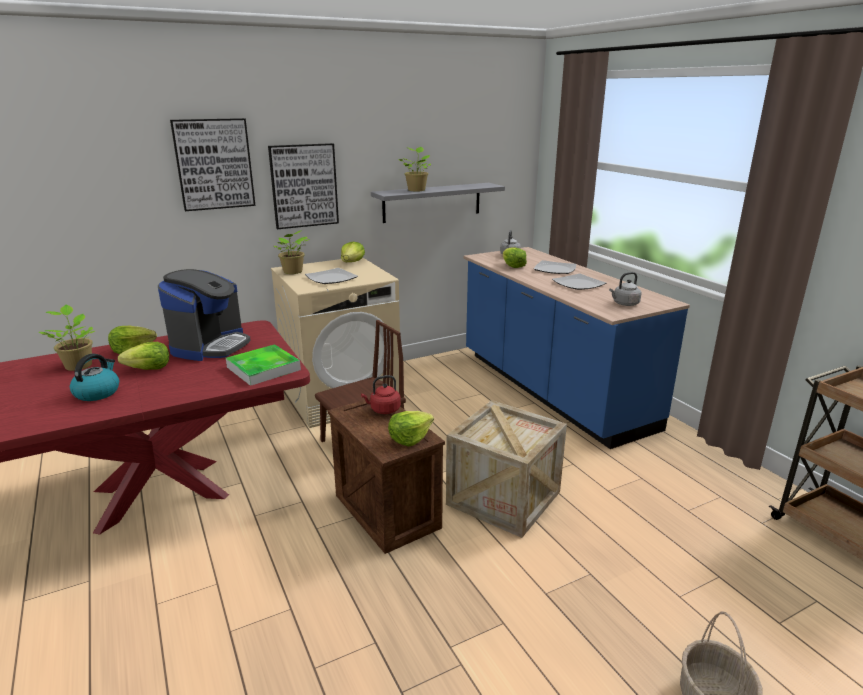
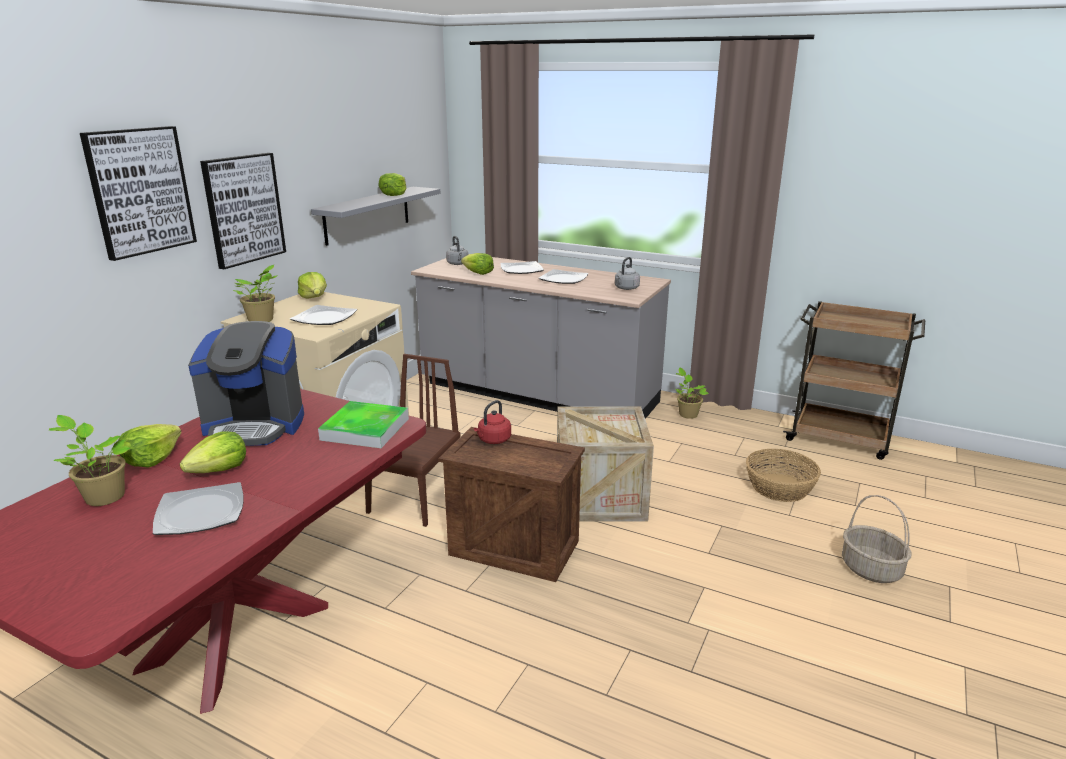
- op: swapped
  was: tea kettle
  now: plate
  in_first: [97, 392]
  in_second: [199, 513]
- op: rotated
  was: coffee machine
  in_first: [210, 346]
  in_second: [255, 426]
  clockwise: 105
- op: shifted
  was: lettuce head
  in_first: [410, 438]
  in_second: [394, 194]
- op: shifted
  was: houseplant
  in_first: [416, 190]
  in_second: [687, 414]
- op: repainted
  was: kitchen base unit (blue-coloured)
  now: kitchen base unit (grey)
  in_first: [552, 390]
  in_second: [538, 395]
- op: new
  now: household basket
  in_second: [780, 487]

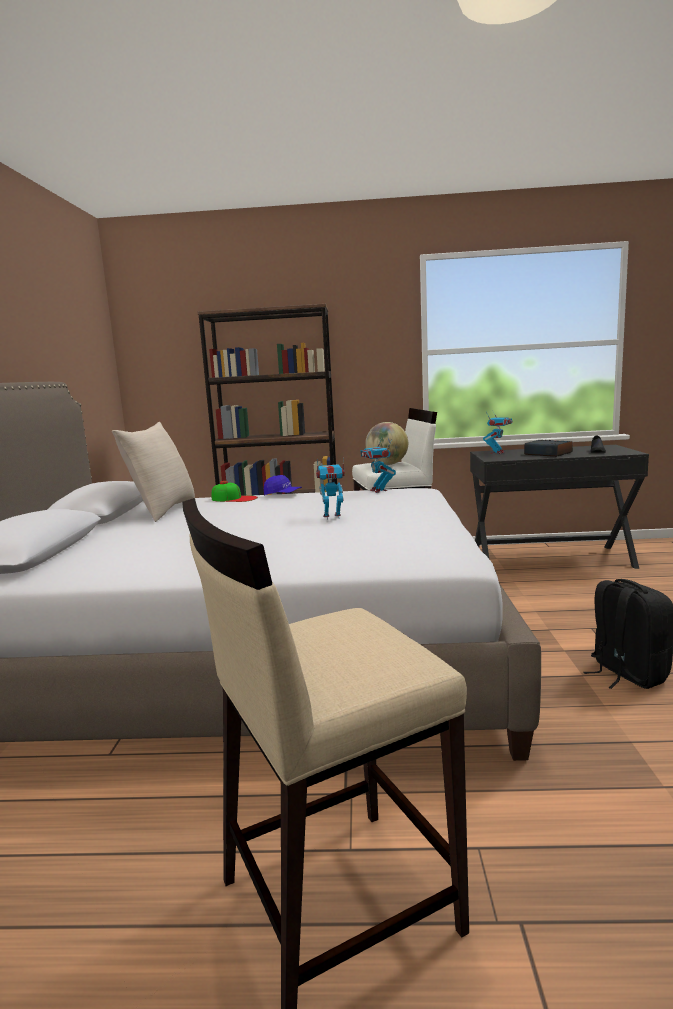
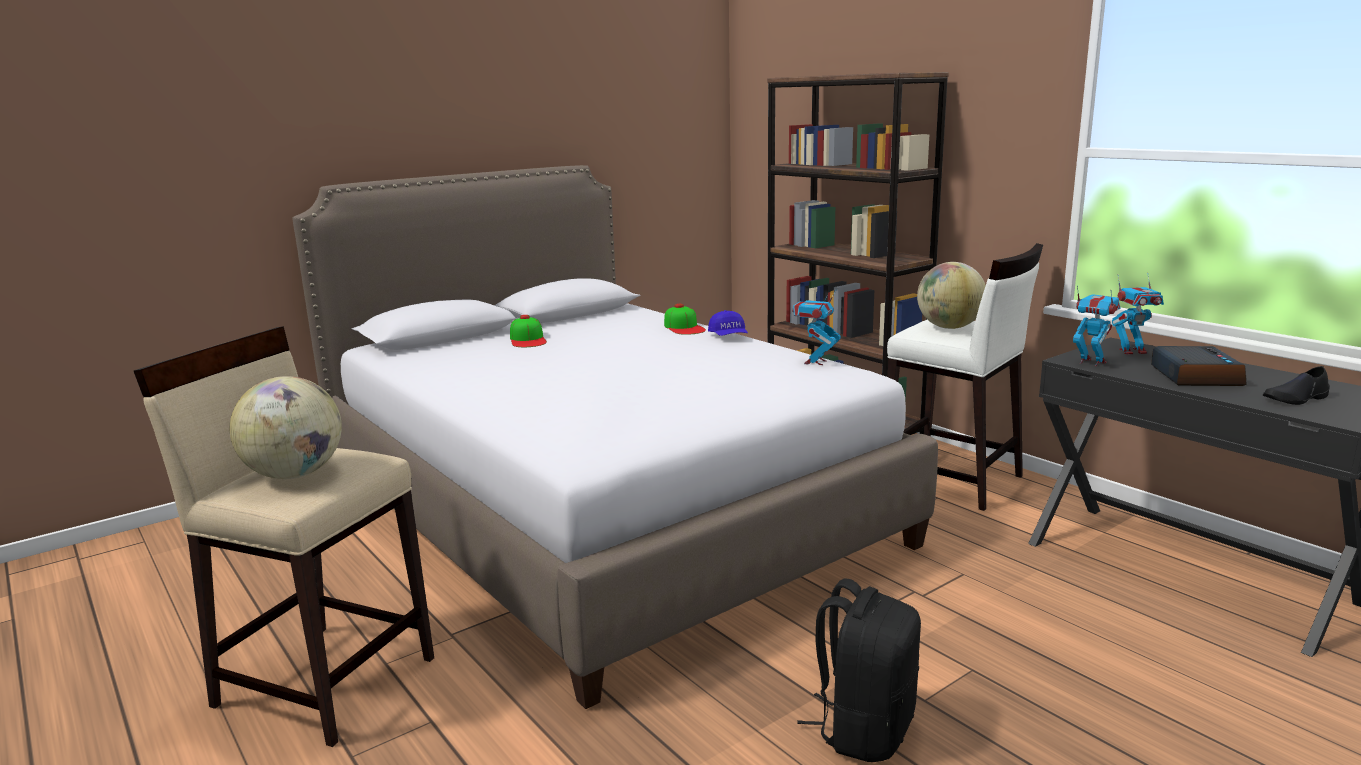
- op: gone
  was: pillow (beige)
  in_first: [162, 510]
- op: shifted
  was: robot figure
  in_first: [332, 517]
  in_second: [1091, 362]
- op: new
  now: world globe
  in_second: [295, 474]
- op: new
  now: baseball cap
  in_second: [528, 339]

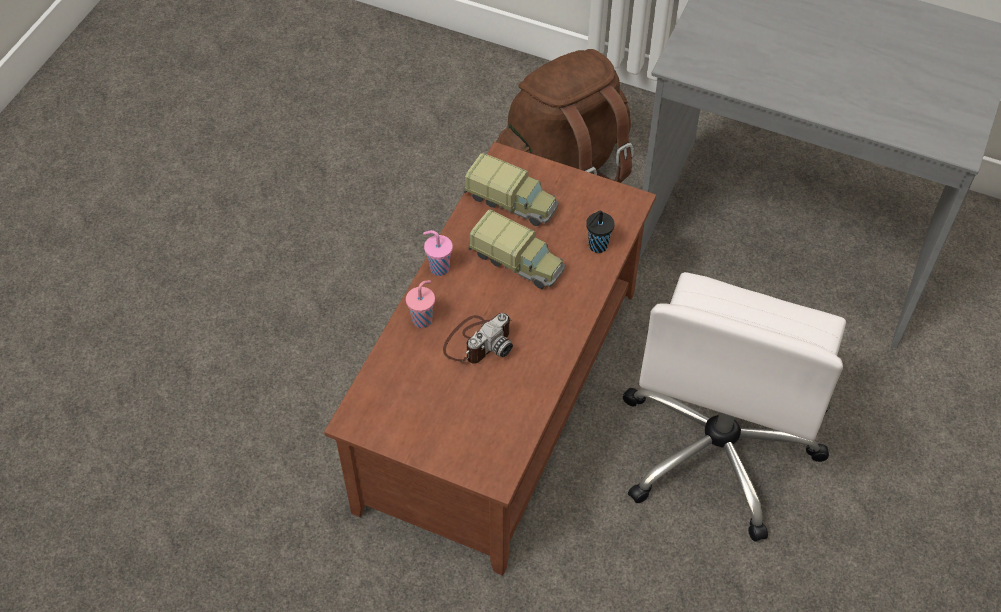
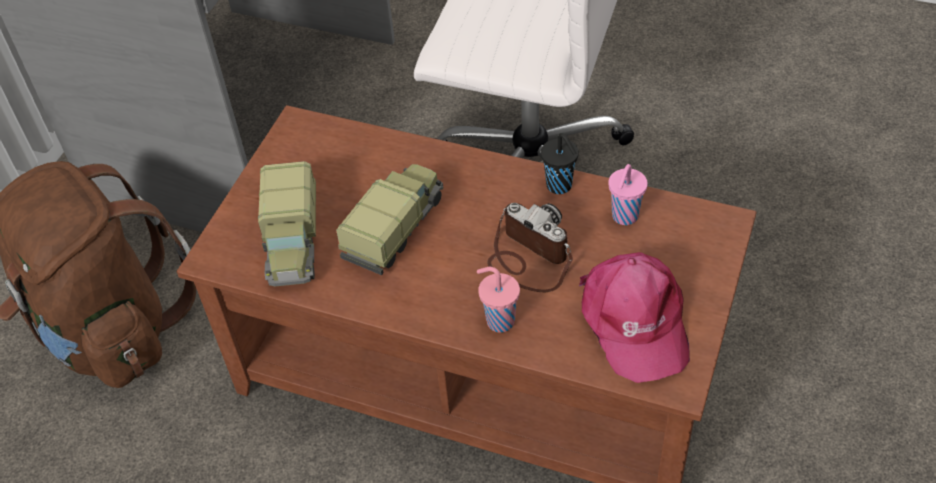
- op: shifted
  was: cup (pink-coloured)
  in_first: [438, 268]
  in_second: [624, 217]
- op: rotated
  was: toy lorry
  in_first: [512, 202]
  in_second: [292, 241]
  clockwise: 150
- op: shifted
  was: cup (black)
  in_first: [597, 246]
  in_second: [560, 186]
- op: new
  now: baseball cap (pink-coloured)
  in_second: [634, 321]

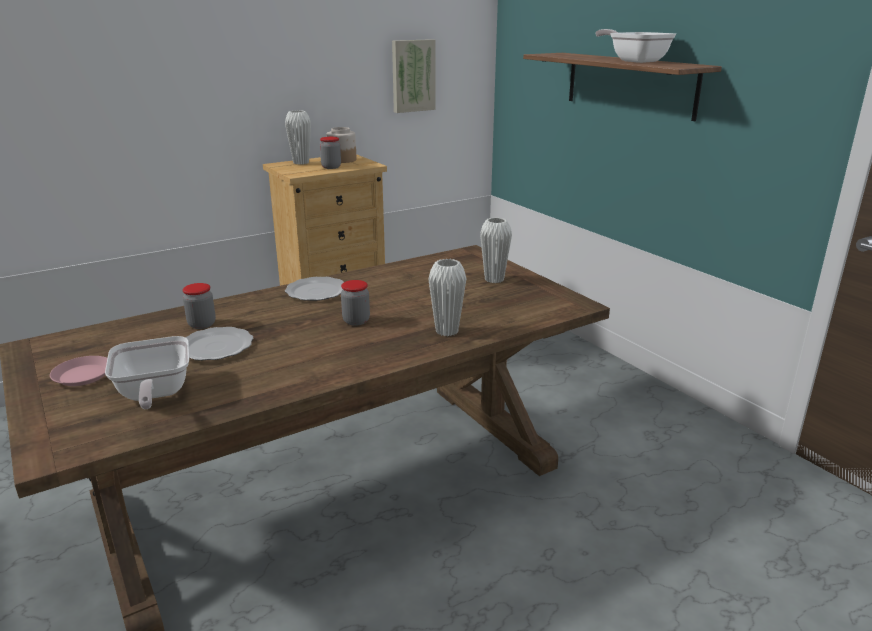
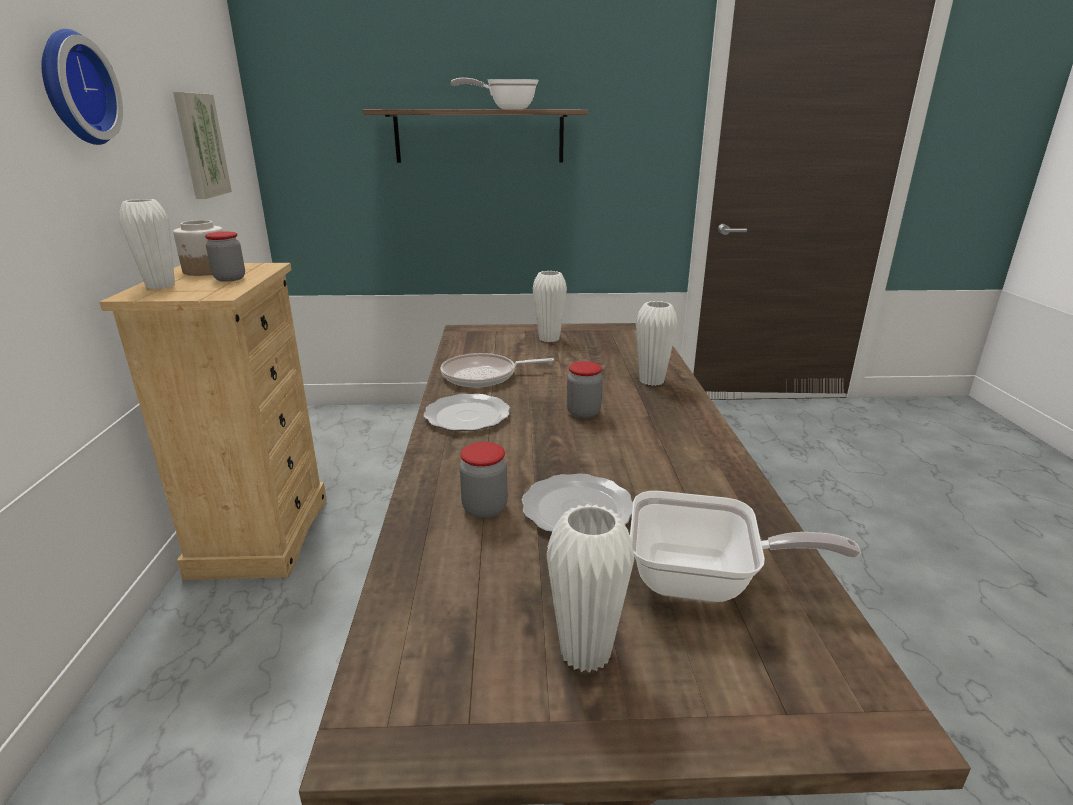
- op: swapped
  was: plate (pink-coloured)
  now: vase (whitish)
  in_first: [82, 375]
  in_second: [585, 653]
- op: new
  now: wall clock
  in_second: [73, 88]
- op: new
  now: frying pan
  in_second: [484, 376]

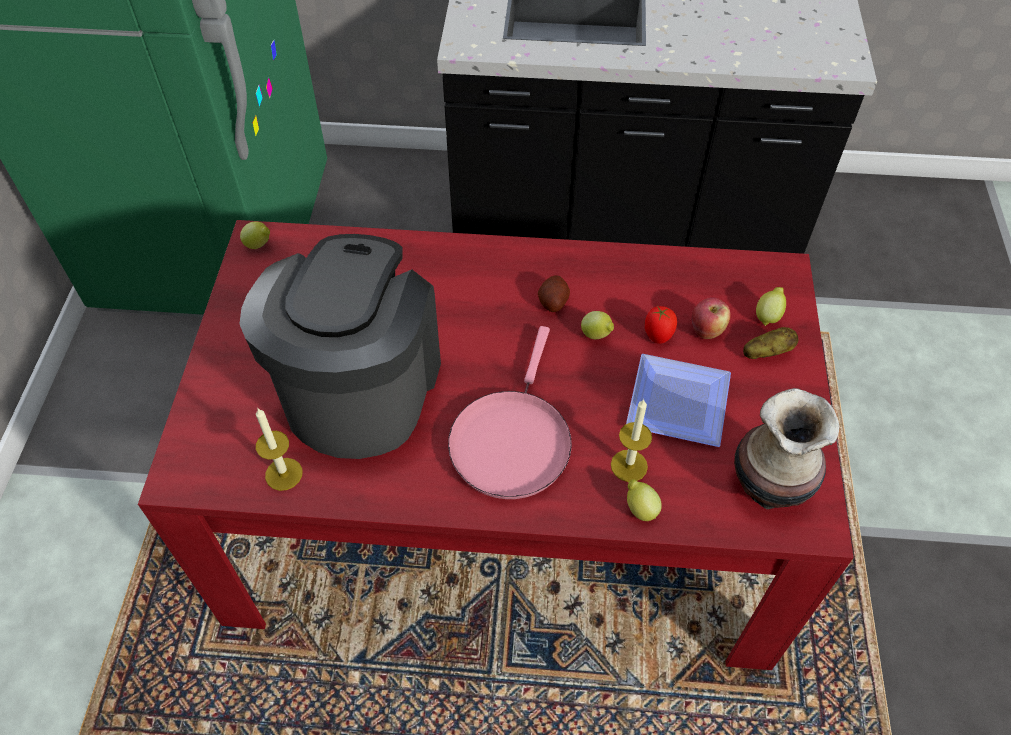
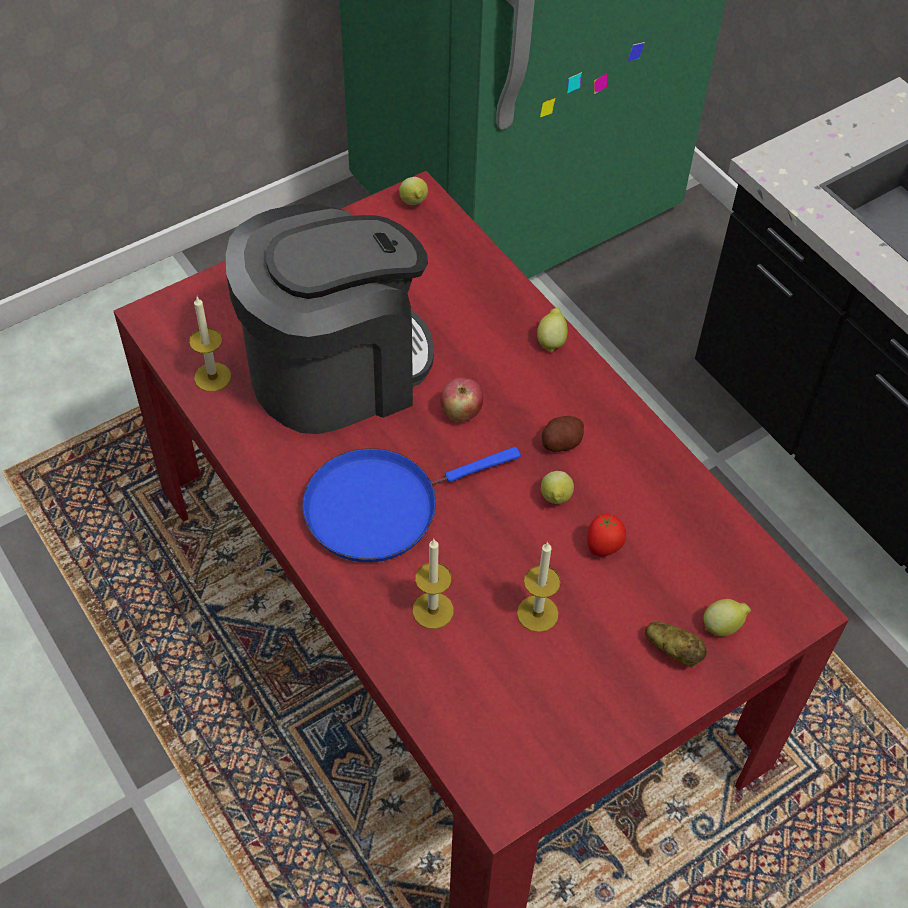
- op: repainted
  was: frying pan (pink-coloured)
  now: frying pan (blue-coloured)
  in_first: [511, 440]
  in_second: [380, 506]
- op: swapped
  was: plate
  now: wax light
  in_first: [681, 406]
  in_second: [537, 613]
- op: shifted
  was: citrus fruit
  in_first: [640, 508]
  in_second: [551, 341]
- op: shifted
  was: whole apple
  in_first: [706, 330]
  in_second: [461, 413]
- op: gone
  was: vase
  in_first: [770, 486]

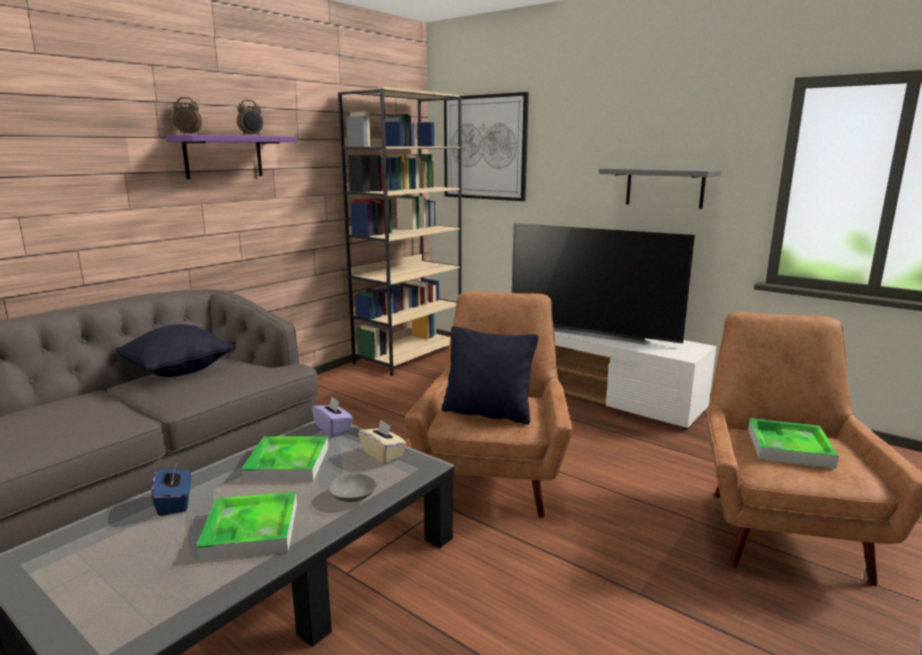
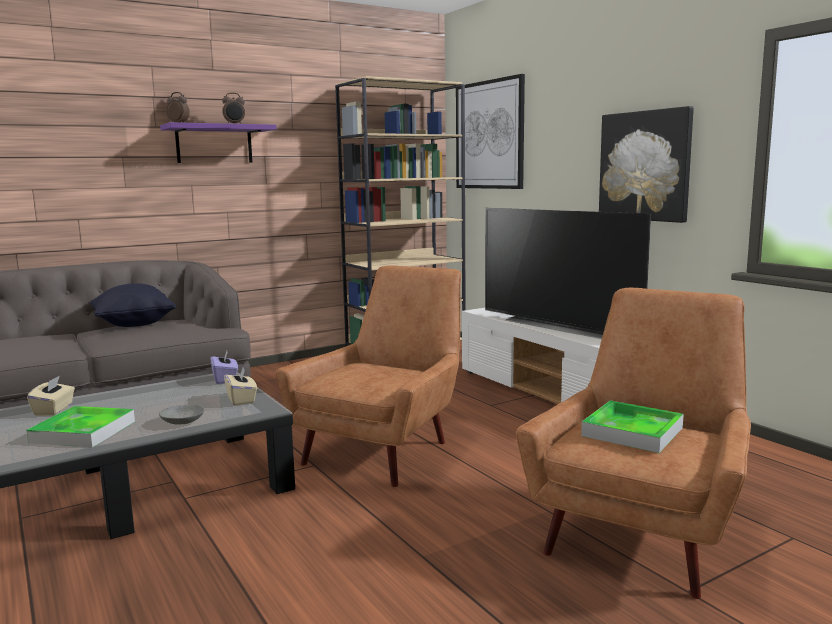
- op: repainted
  was: tissue box (blue-coloured)
  now: tissue box (beige)
  in_first: [175, 503]
  in_second: [54, 410]
- op: gone
  was: tray
  in_first: [287, 463]
- op: gone
  was: pillow (black)
  in_first: [488, 413]
- op: swapped
  was: bracket shelf (grey)
  now: wall art
  in_first: [664, 187]
  in_second: [645, 166]

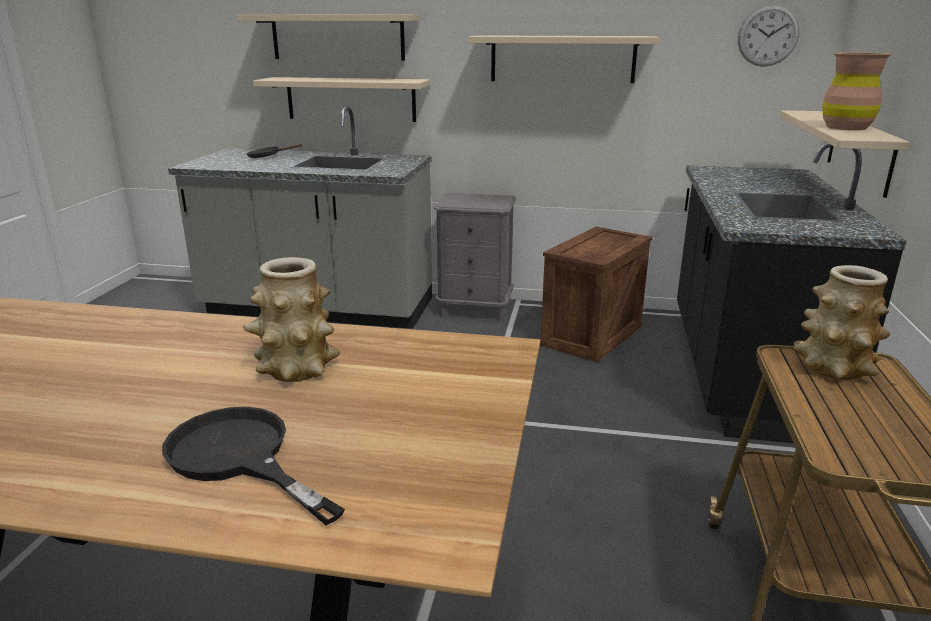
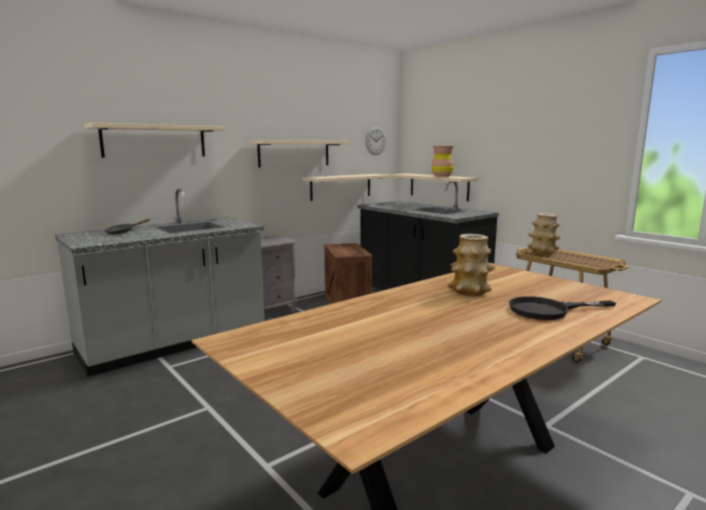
- op: shifted
  was: bracket shelf (beige)
  in_first: [351, 99]
  in_second: [341, 186]

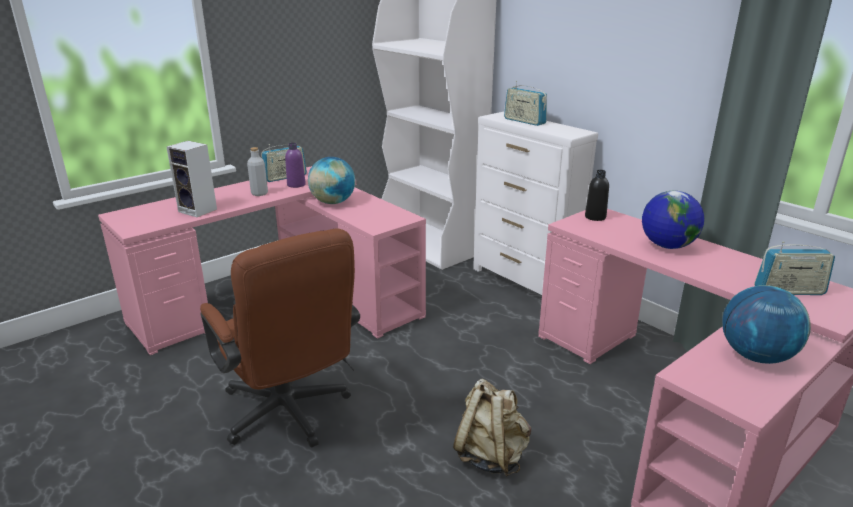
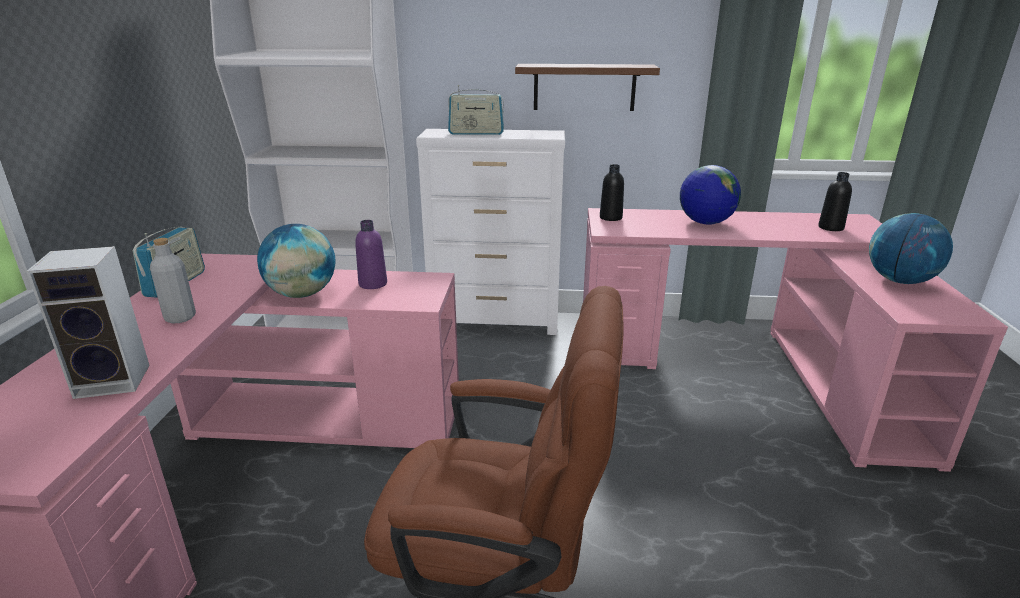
- op: shifted
  was: beverage bottle (purple-coloured)
  in_first: [296, 185]
  in_second: [373, 284]
- op: gone
  was: backpack (beige)
  in_first: [491, 456]
- op: swapped
  was: radio
  now: beverage bottle (black)
  in_first: [789, 291]
  in_second: [830, 228]
- op: new
  now: bracket shelf (brown-coloured)
  in_second: [584, 87]

